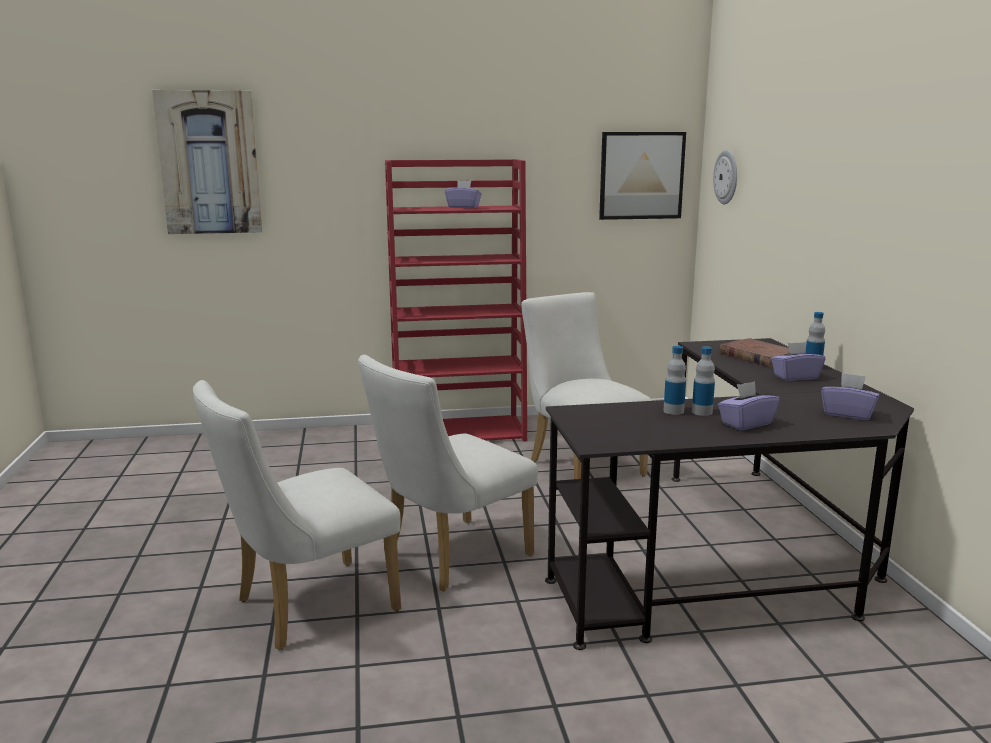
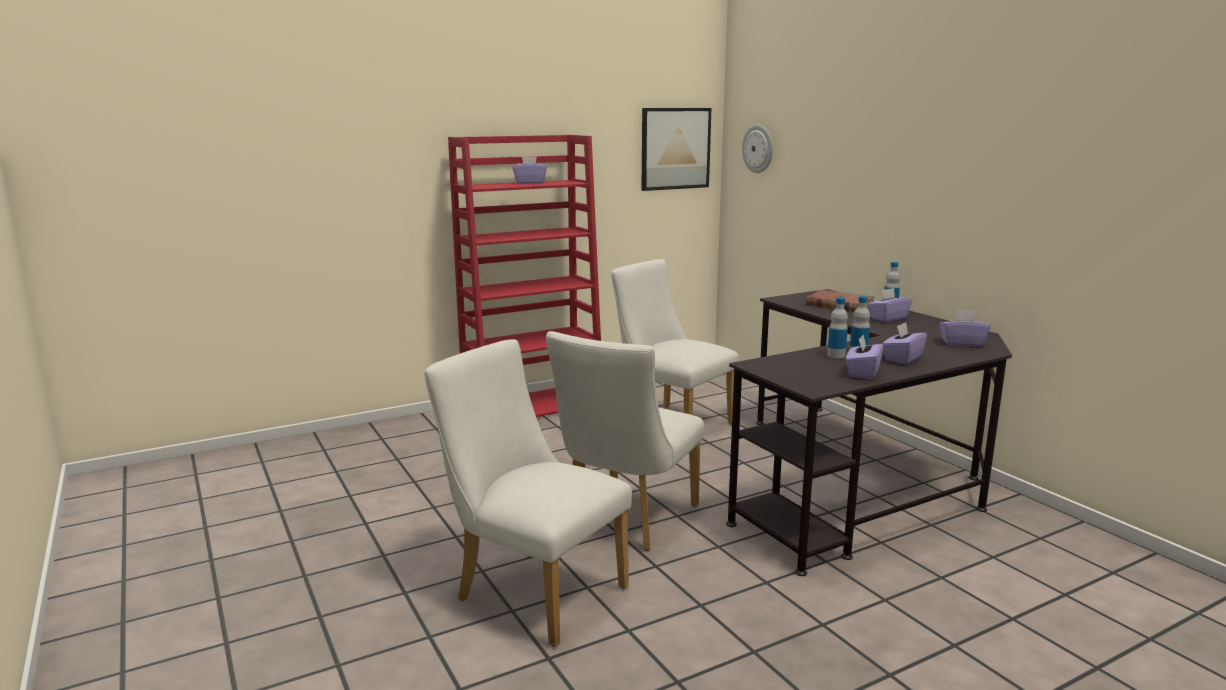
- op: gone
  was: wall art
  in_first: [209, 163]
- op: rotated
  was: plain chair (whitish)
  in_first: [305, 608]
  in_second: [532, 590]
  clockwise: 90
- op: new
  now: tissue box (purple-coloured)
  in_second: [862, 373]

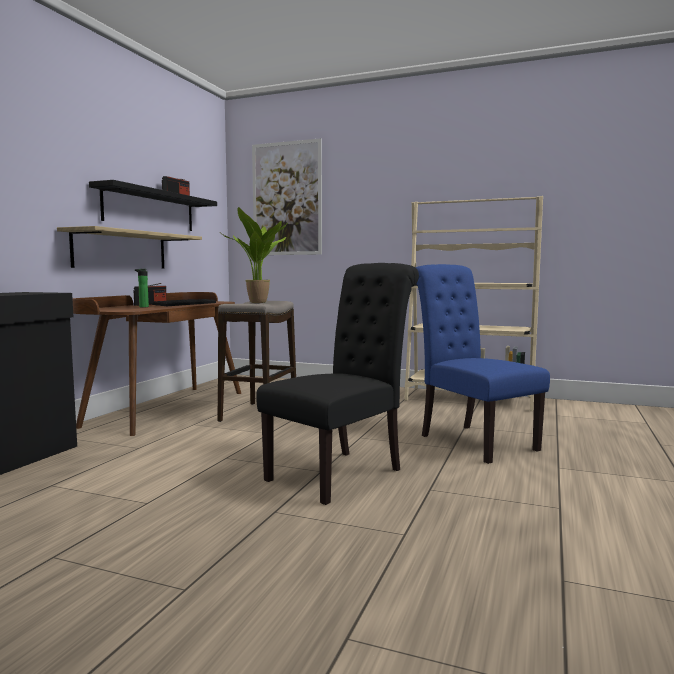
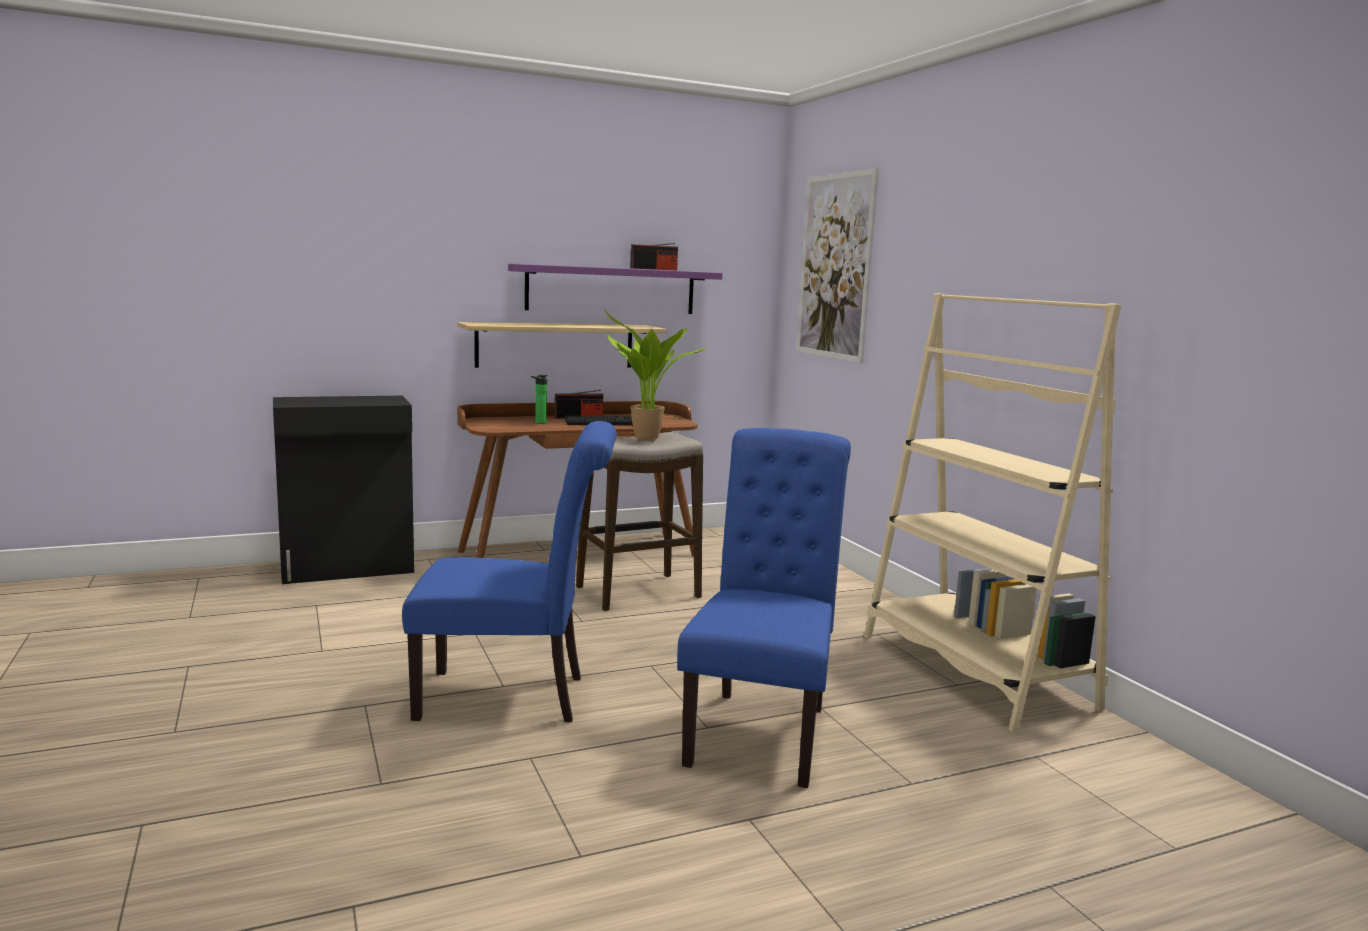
- op: repainted
  was: bracket shelf (black)
  now: bracket shelf (purple-coloured)
  in_first: [150, 209]
  in_second: [611, 290]
- op: repainted
  was: plain chair (black)
  now: plain chair (blue-coloured)
  in_first: [341, 473]
  in_second: [513, 697]

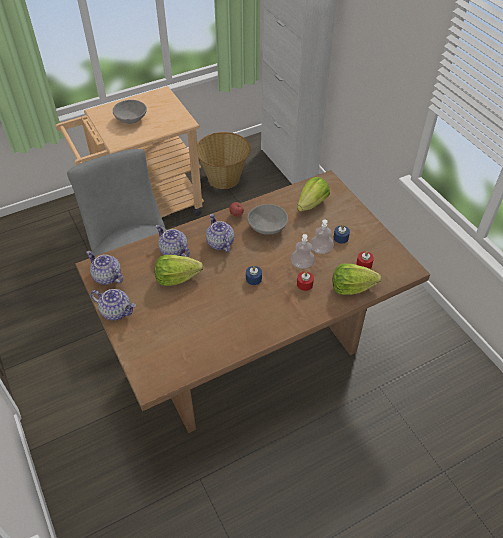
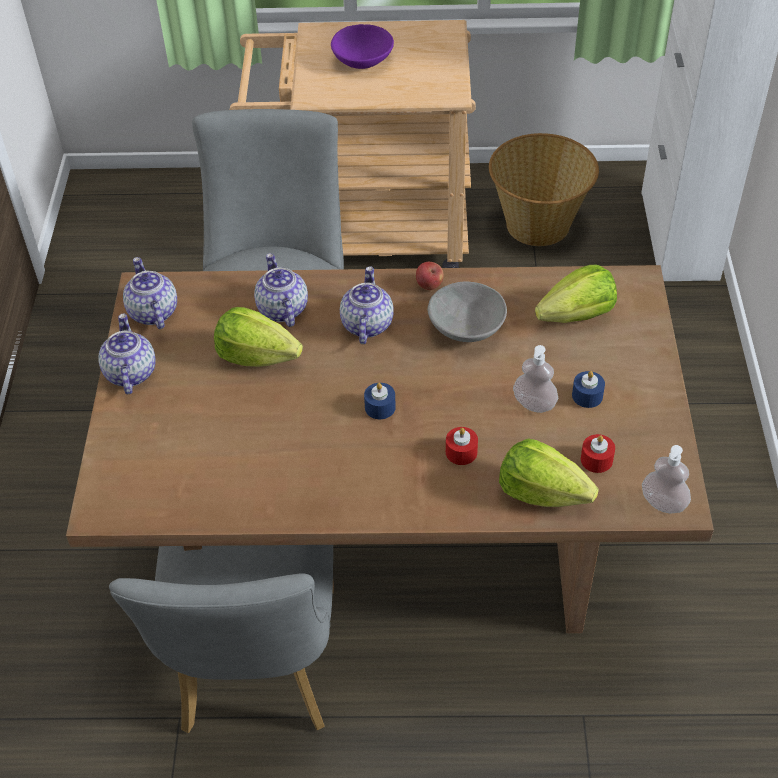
- op: rotated
  was: tea pot
  in_first: [116, 311]
  in_second: [130, 373]
  clockwise: -150
- op: repainted
  was: bowl (grey)
  now: bowl (purple-coloured)
  in_first: [131, 119]
  in_second: [363, 61]
- op: shifted
  was: soap dispenser
  in_first: [302, 264]
  in_second: [663, 503]
- op: new
  now: plain chair (grey)
  in_second: [256, 672]

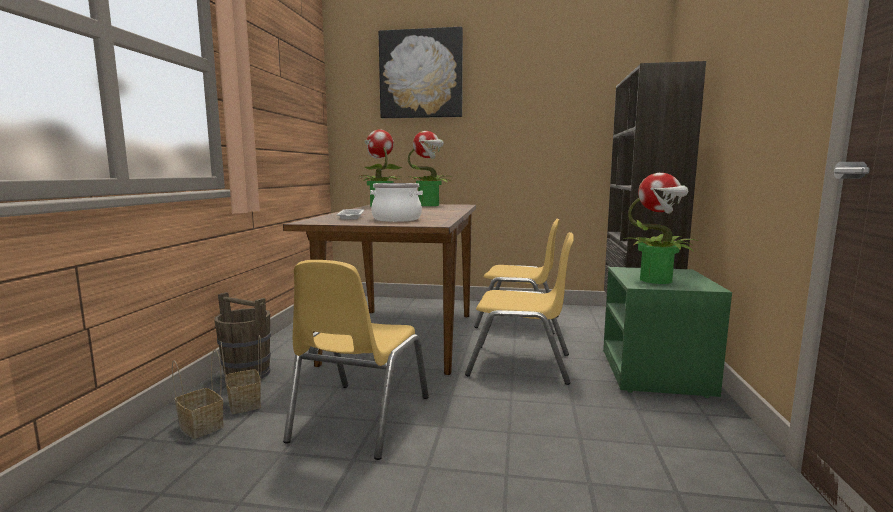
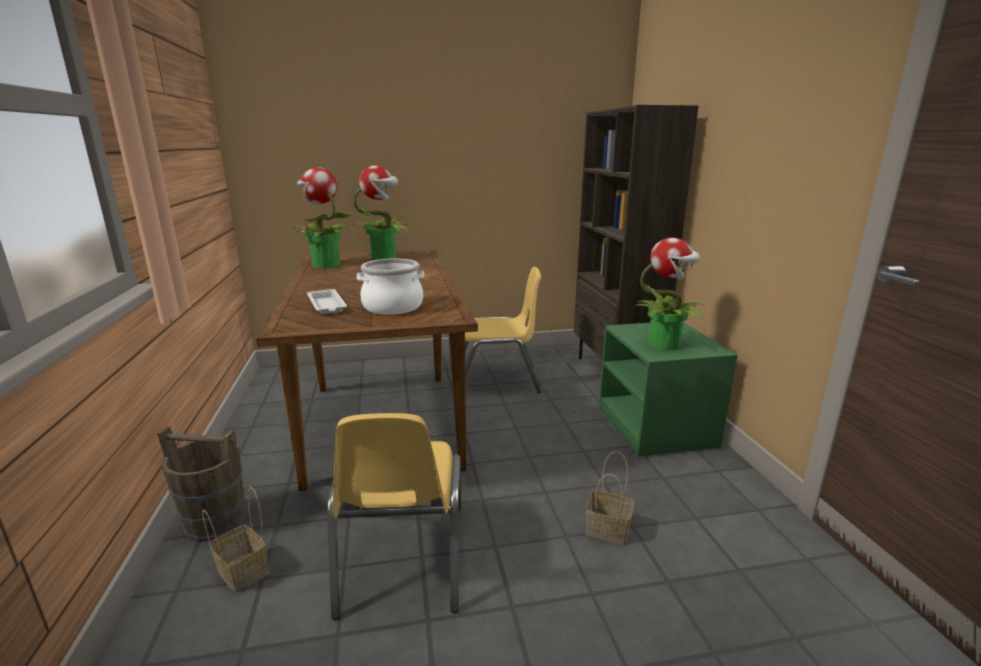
- op: shifted
  was: household basket
  in_first: [203, 426]
  in_second: [609, 530]
- op: gone
  was: wall art
  in_first: [421, 74]
- op: gone
  was: plain chair (yellowish)
  in_first: [520, 364]

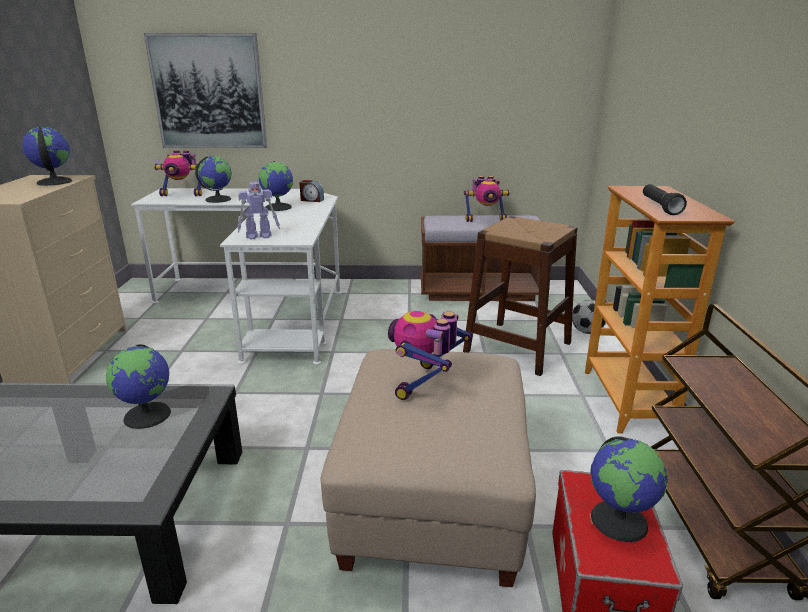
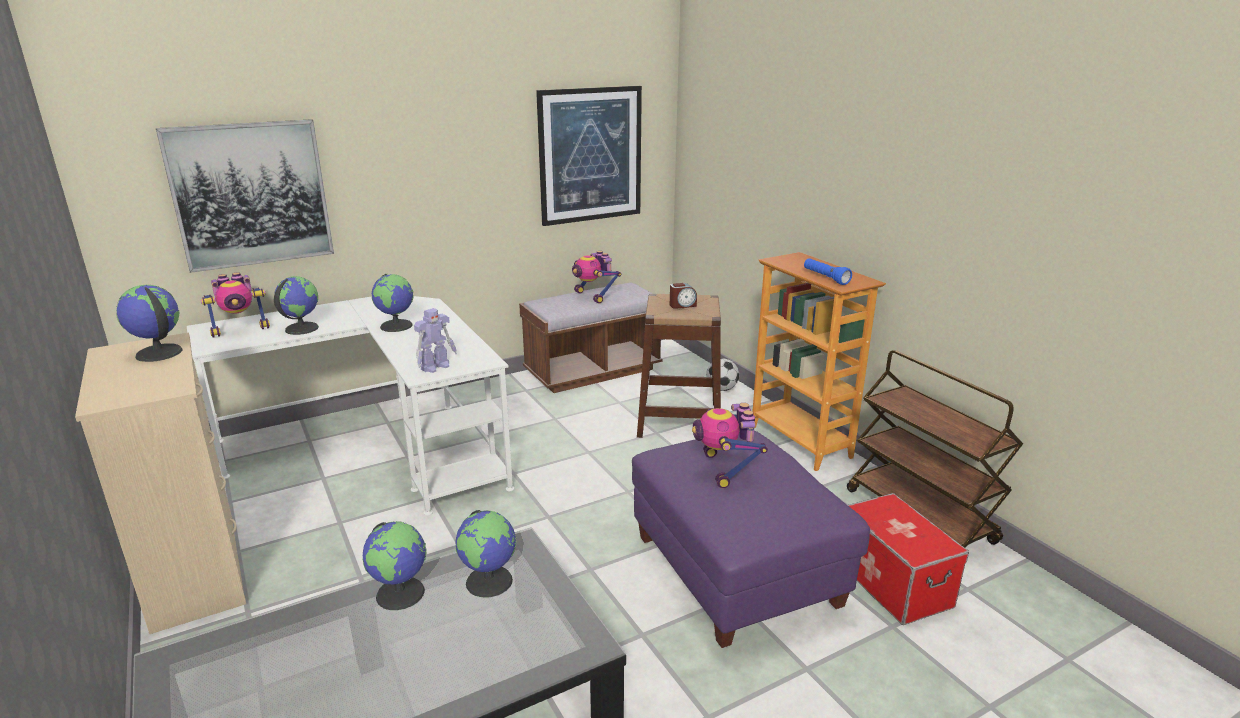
- op: shifted
  was: table clock
  in_first: [311, 200]
  in_second: [682, 305]
- op: repainted
  was: footrest (beige)
  now: footrest (purple-coloured)
  in_first: [433, 501]
  in_second: [736, 571]
- op: rotated
  was: robot figure
  in_first: [485, 219]
  in_second: [593, 296]
  clockwise: 90
- op: shifted
  was: world globe
  in_first: [619, 520]
  in_second: [401, 593]
- op: repainted
  was: hand torch (black)
  now: hand torch (blue-coloured)
  in_first: [659, 207]
  in_second: [825, 278]
- op: new
  now: wall art
  in_second: [590, 155]

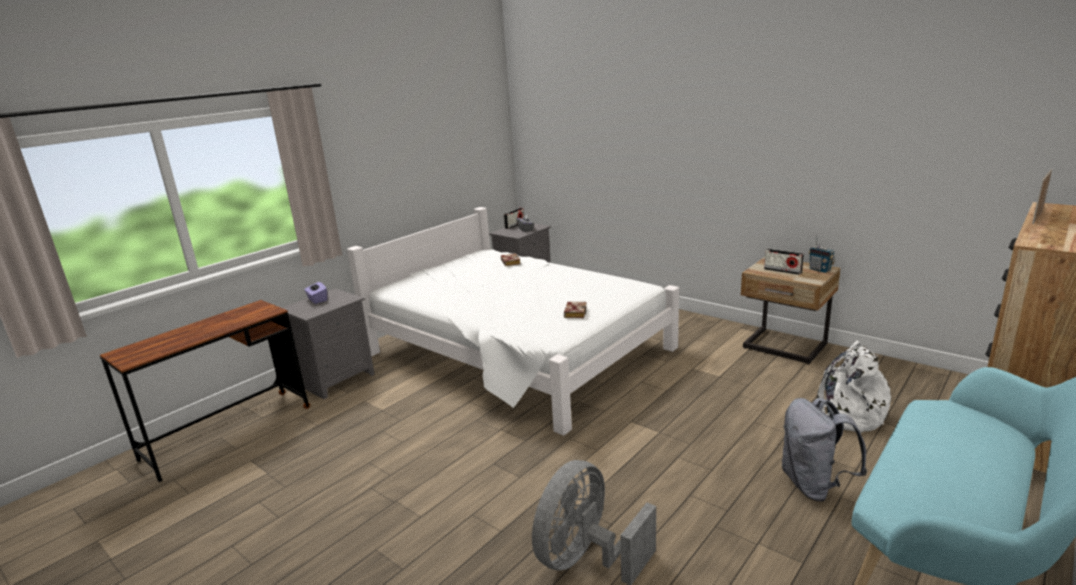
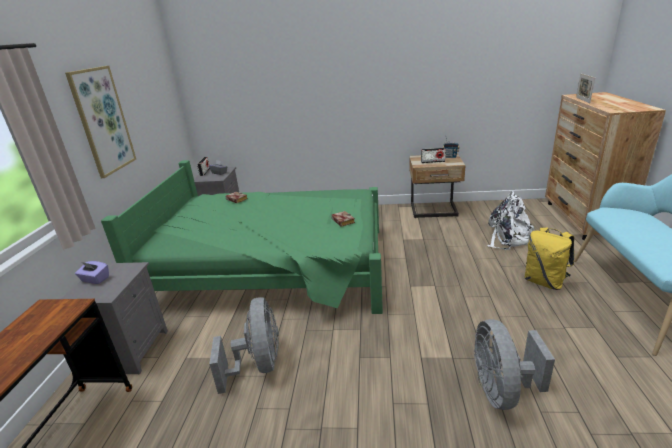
- op: repainted
  was: bedroom bed (whitish)
  now: bedroom bed (greenish)
  in_first: [518, 352]
  in_second: [275, 268]
- op: repainted
  was: backpack (grey)
  now: backpack (yellowish)
  in_first: [814, 485]
  in_second: [544, 282]
- op: new
  now: wall art
  in_second: [102, 121]
- op: new
  now: fan (grey)
  in_second: [258, 365]

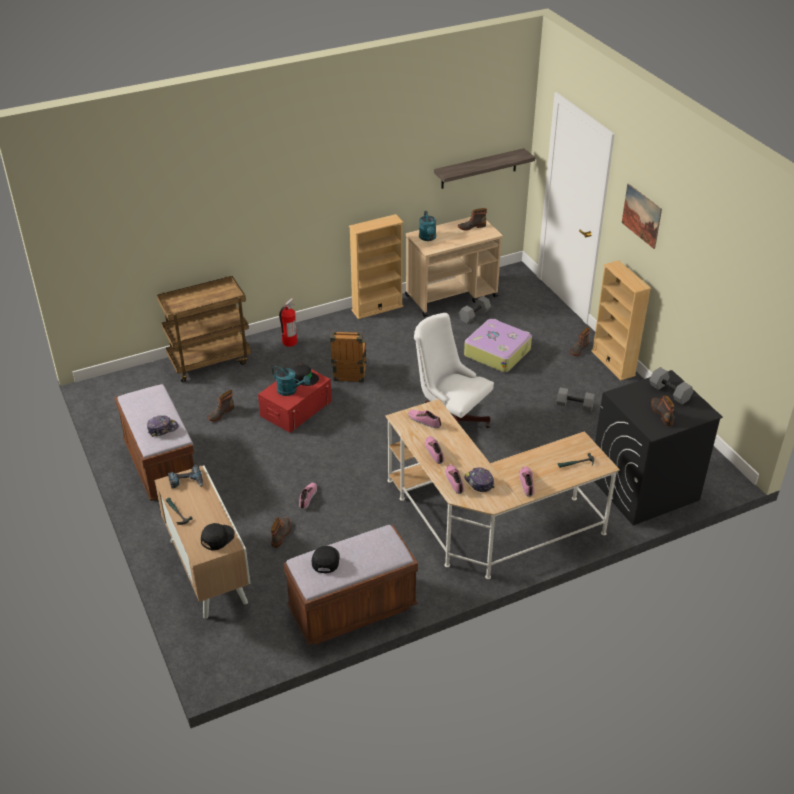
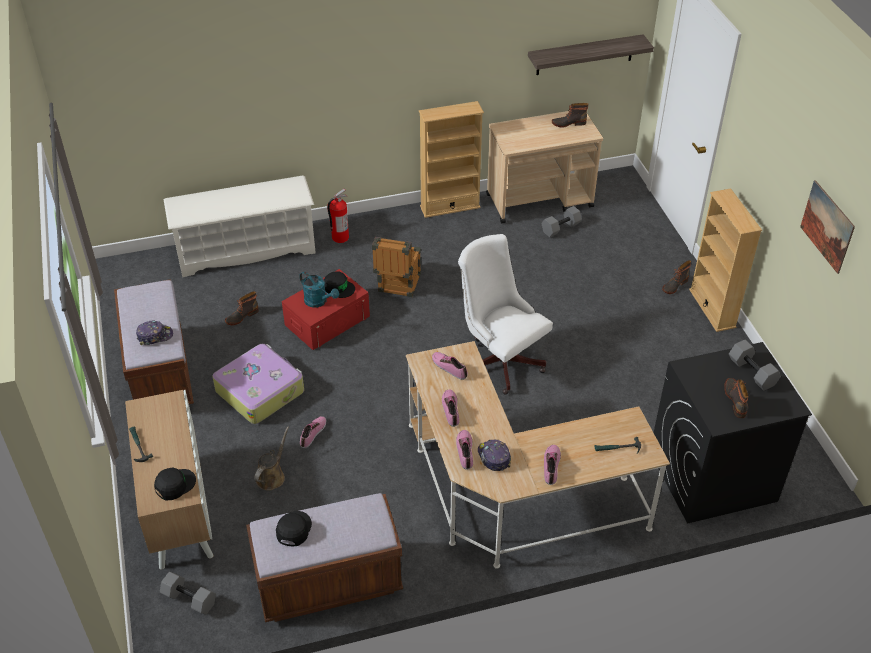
- op: swapped
  was: cart (brown-coloured)
  now: shoe shelf (whitish)
  in_first: [210, 361]
  in_second: [246, 250]
- op: gone
  was: electric drill
  in_first: [186, 482]
- op: swapped
  was: tall boot
  now: sprinkling can (brown-coloured)
  in_first: [281, 534]
  in_second: [272, 476]
- op: gone
  was: sprinkling can (turquoise)
  in_first: [428, 238]
- op: shifted
  was: suitcase
  in_first: [497, 352]
  in_second: [260, 390]
- op: shifted
  was: hand weight (grey)
  in_first: [574, 405]
  in_second: [188, 599]
- op: shifted
  was: wall art
  in_first: [641, 216]
  in_second: [827, 226]

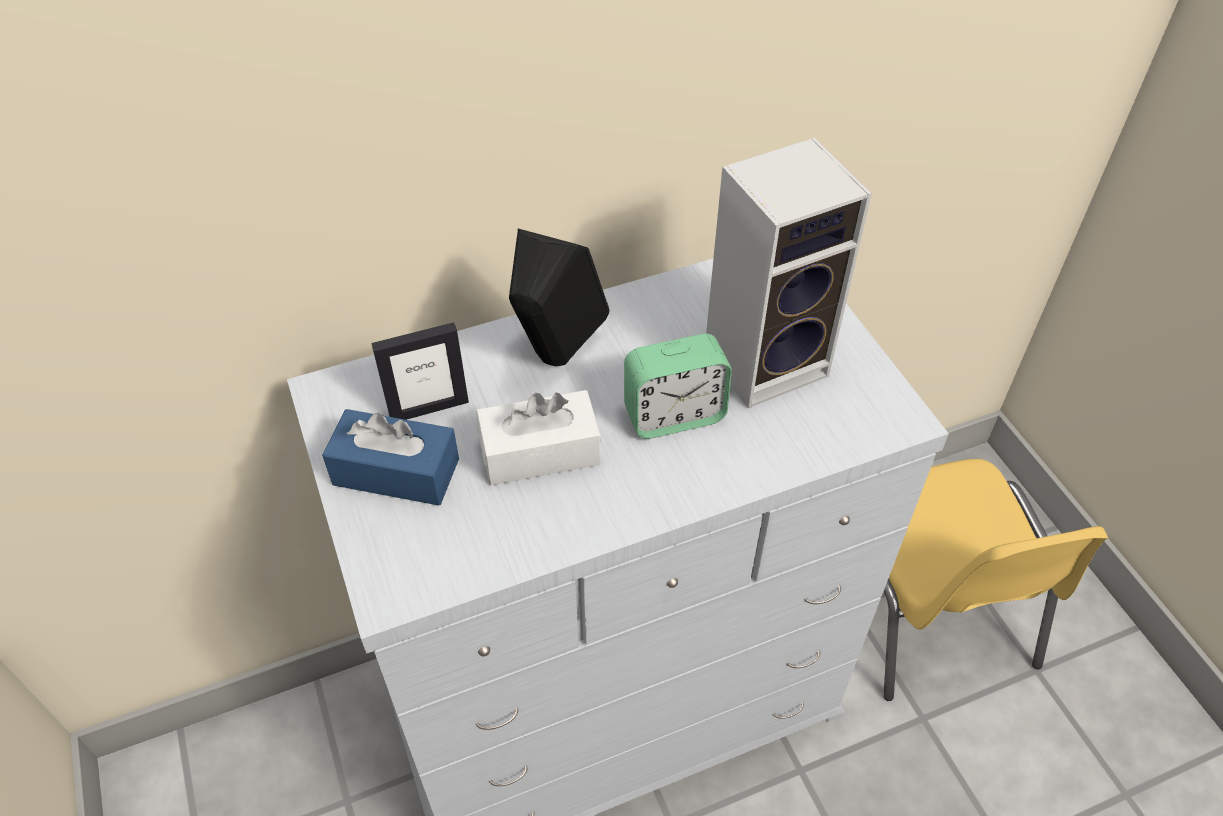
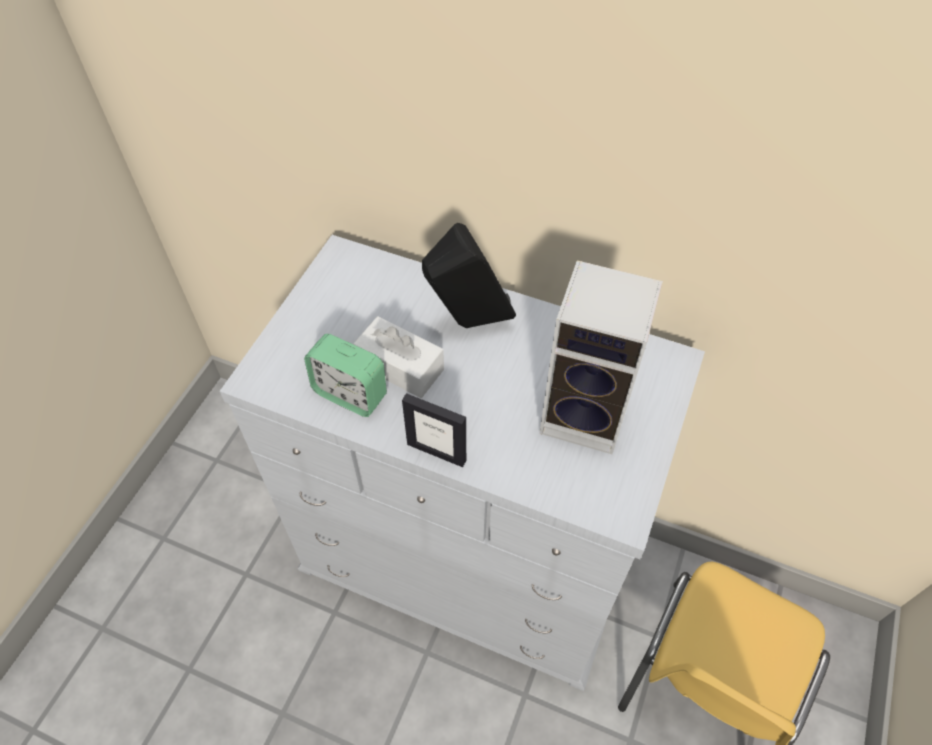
- op: gone
  was: tissue box (blue-coloured)
  in_first: [396, 472]
- op: shifted
  was: photo frame
  in_first: [429, 408]
  in_second: [436, 452]
- op: shifted
  was: table clock
  in_first: [674, 415]
  in_second: [350, 394]

